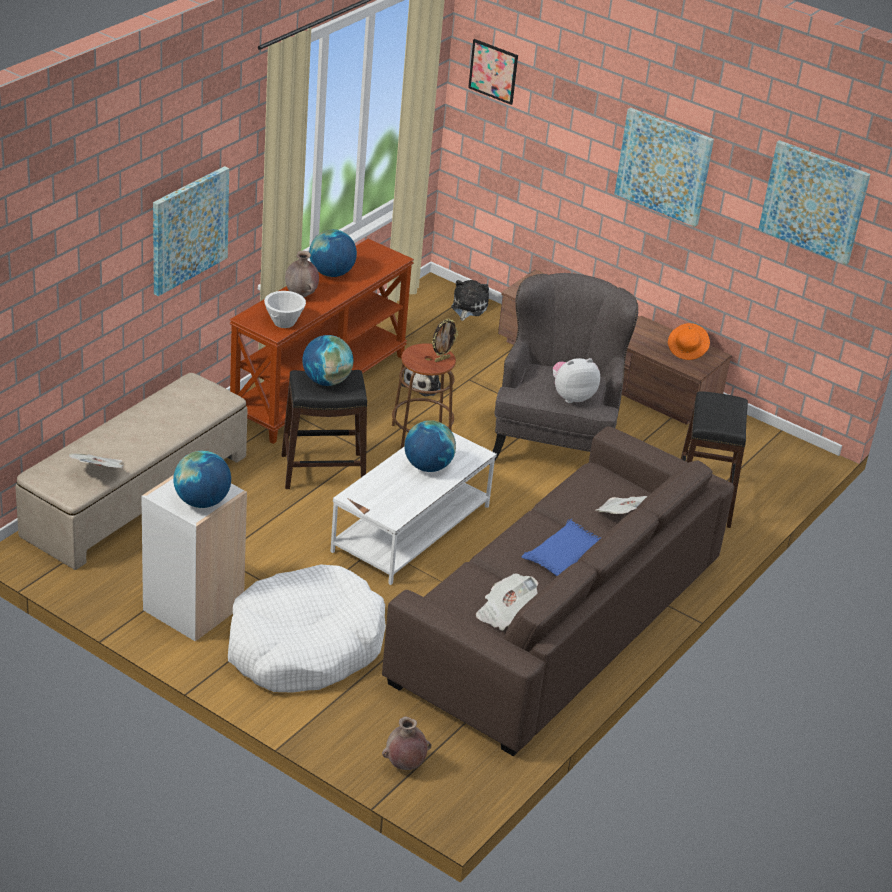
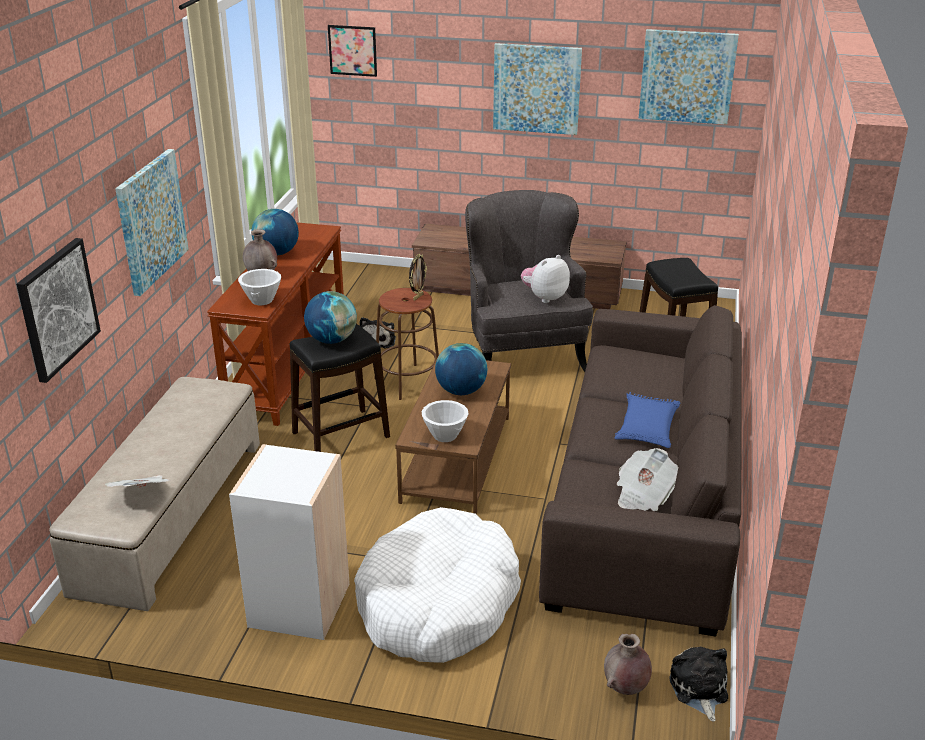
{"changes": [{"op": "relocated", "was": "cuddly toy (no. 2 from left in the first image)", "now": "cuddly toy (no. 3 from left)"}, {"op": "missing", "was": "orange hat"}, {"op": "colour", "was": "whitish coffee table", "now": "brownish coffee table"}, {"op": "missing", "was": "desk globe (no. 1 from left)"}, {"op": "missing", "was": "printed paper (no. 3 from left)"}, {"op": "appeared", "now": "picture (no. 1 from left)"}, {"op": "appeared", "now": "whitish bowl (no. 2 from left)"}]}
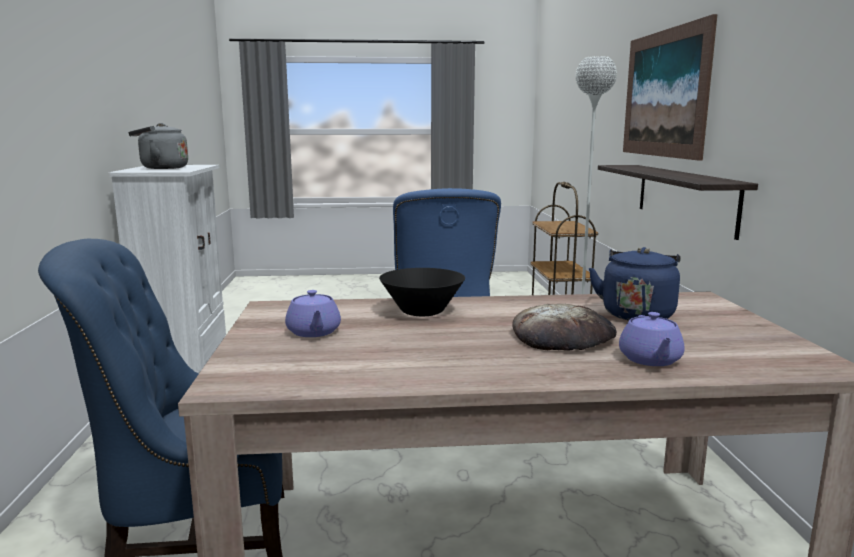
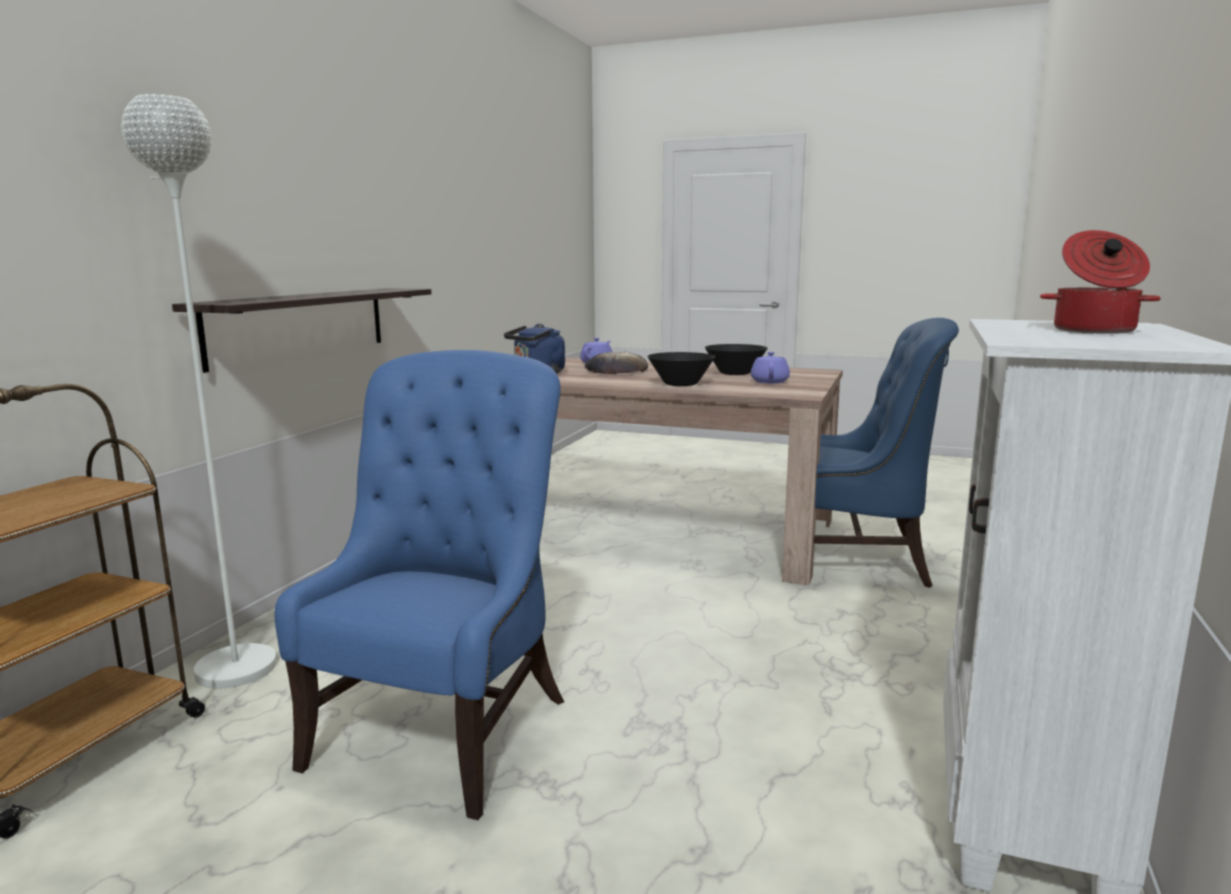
{"changes": [{"op": "missing", "was": "picture"}, {"op": "exchanged", "was": "gray kettle", "now": "cooking pot"}, {"op": "appeared", "now": "black bowl (no. 2 from left)"}]}
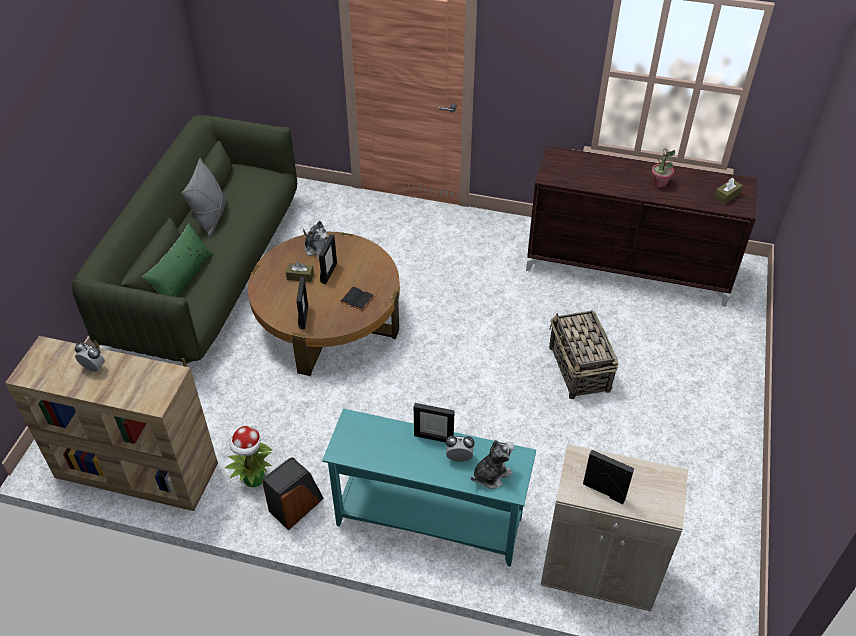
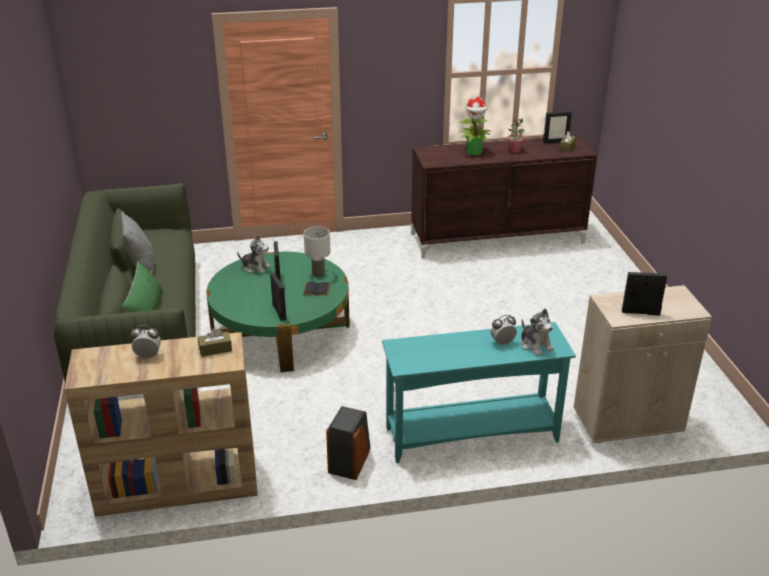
{"changes": [{"op": "colour", "was": "brownish coffee table", "now": "green coffee table"}, {"op": "relocated", "was": "brownish box of tissues (no. 1 from left)"}, {"op": "missing", "was": "storage basket"}, {"op": "relocated", "was": "photo frame (no. 3 from left)"}, {"op": "relocated", "was": "potted plant (no. 1 from left)"}, {"op": "spun", "was": "cuddly toy (no. 2 from left)", "clockwise": 120}, {"op": "appeared", "now": "whitish lamp for a table"}]}
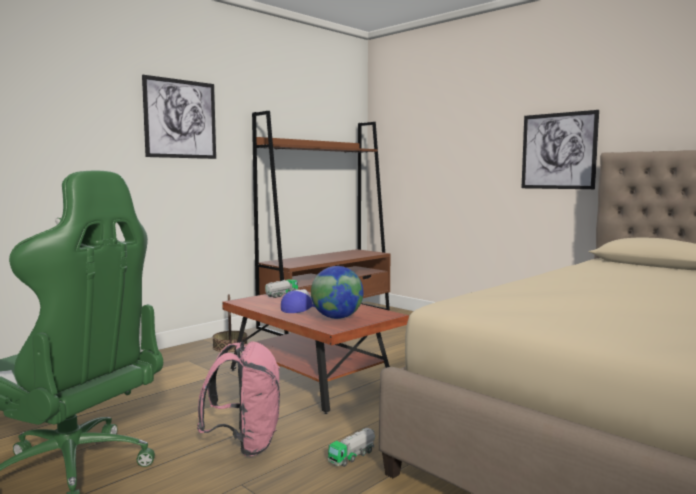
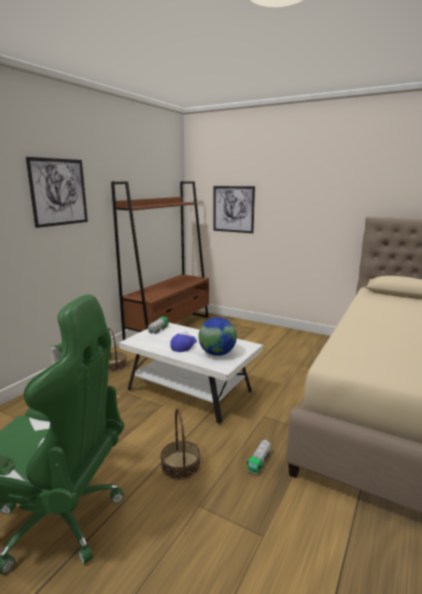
{"changes": [{"op": "relocated", "was": "picture (no. 2 from left)"}, {"op": "colour", "was": "brownish coffee table", "now": "whitish coffee table"}, {"op": "exchanged", "was": "pink-coloured backpack", "now": "storage basket (no. 2 from left)"}]}
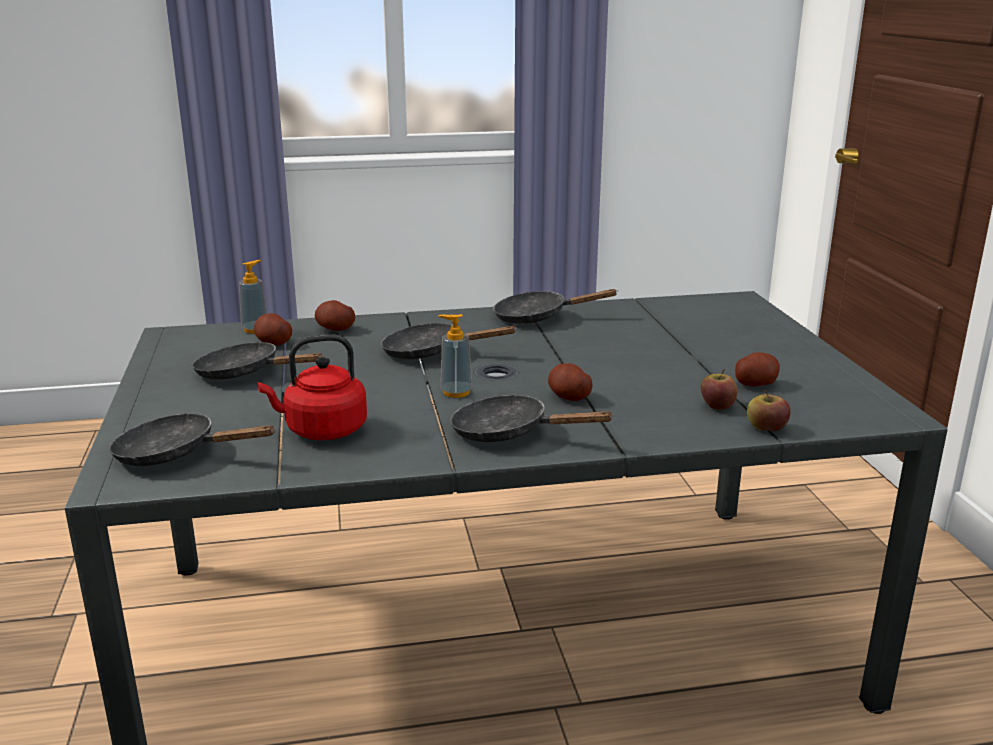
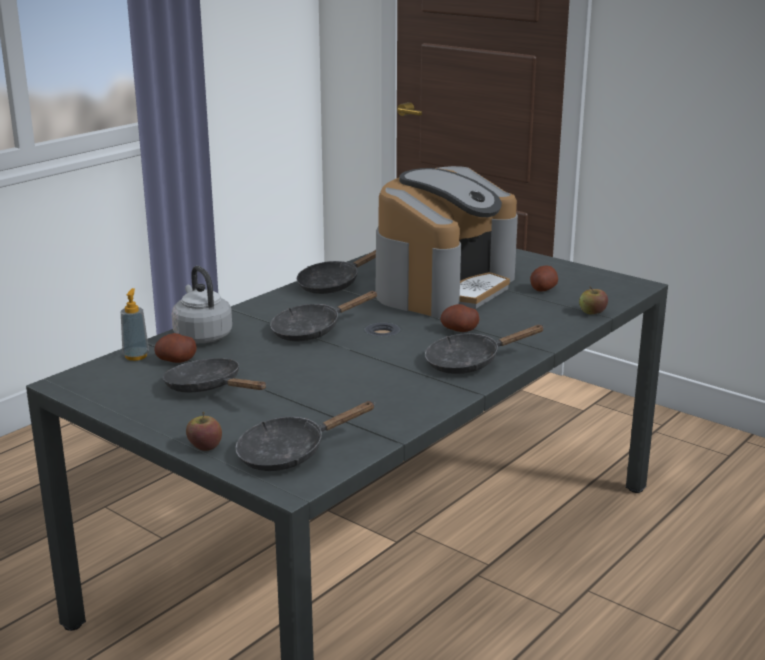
{"changes": [{"op": "exchanged", "was": "potato (no. 2 from left)", "now": "gray kettle"}, {"op": "missing", "was": "liquid soap bottle (no. 2 from left)"}, {"op": "missing", "was": "reddish kettle"}, {"op": "spun", "was": "black skillet (no. 2 from left in the first image)", "clockwise": 60}, {"op": "relocated", "was": "whole apple (no. 1 from left)"}, {"op": "appeared", "now": "coffee machine"}]}
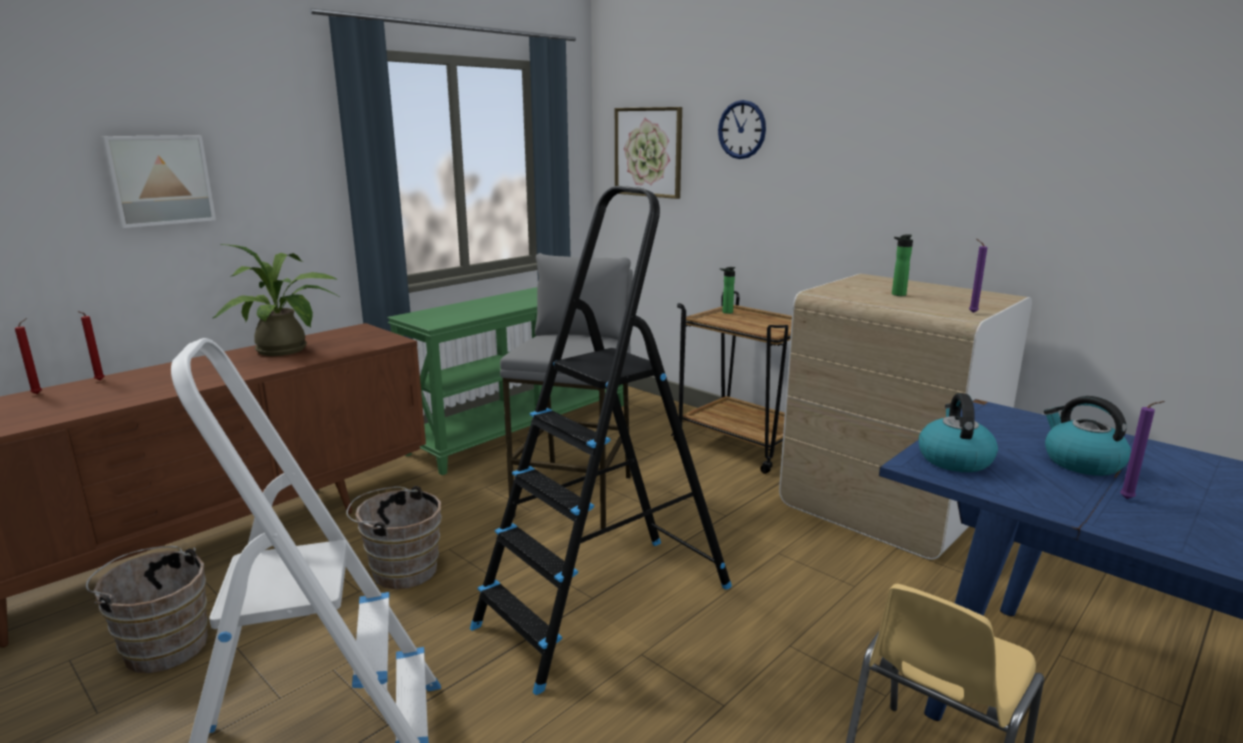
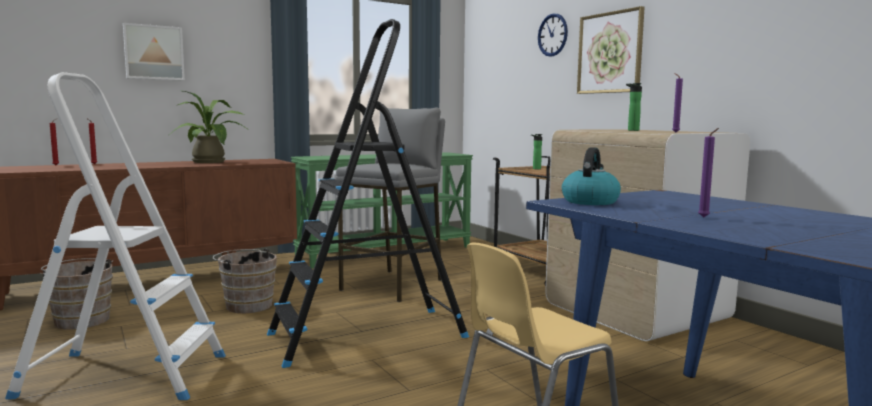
{"changes": [{"op": "relocated", "was": "picture (no. 2 from left)"}, {"op": "missing", "was": "kettle (no. 2 from left)"}]}
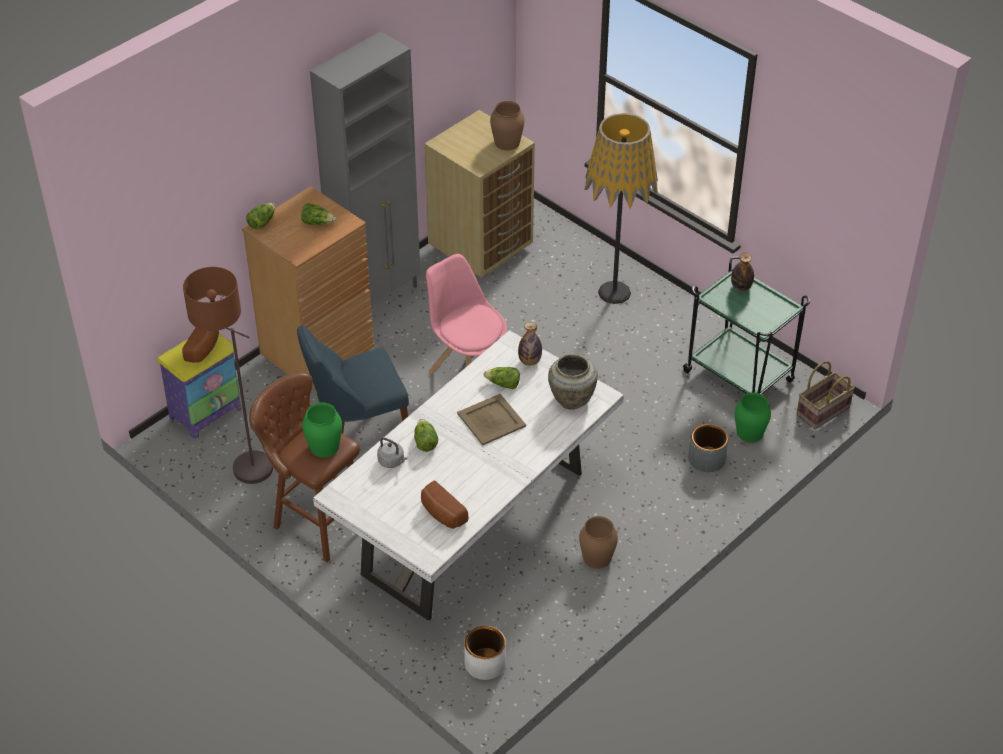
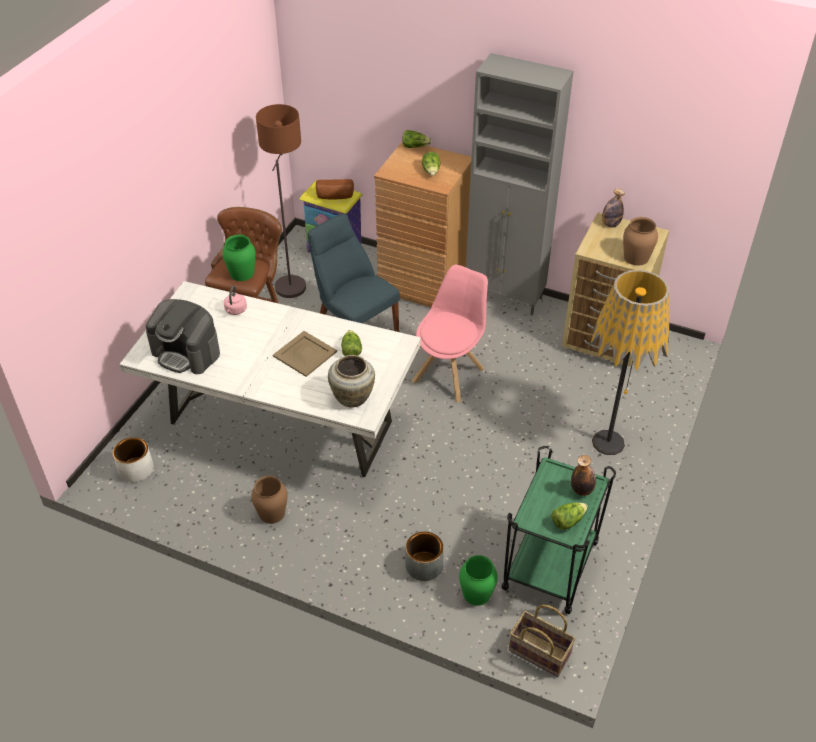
{"changes": [{"op": "relocated", "was": "beverage bottle (no. 1 from left in the first image)", "now": "beverage bottle (no. 2 from left)"}, {"op": "relocated", "was": "head of lettuce (no. 3 from left in the first image)", "now": "head of lettuce (no. 4 from left)"}, {"op": "colour", "was": "gray kettle", "now": "pink-coloured kettle"}, {"op": "exchanged", "was": "baked bread (no. 2 from left)", "now": "coffee machine"}]}
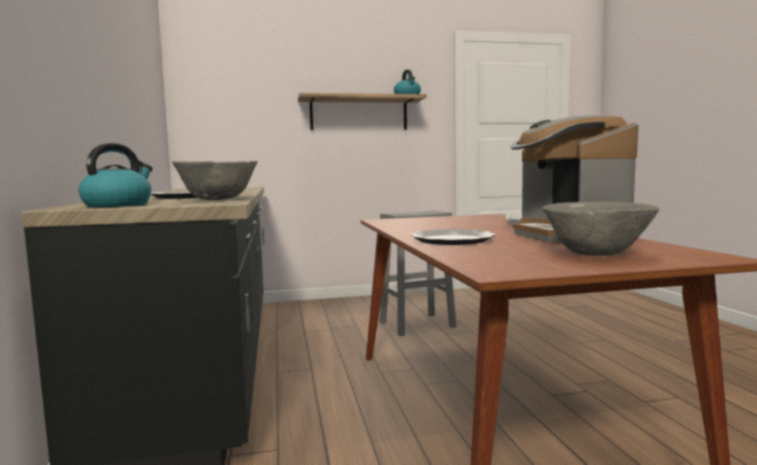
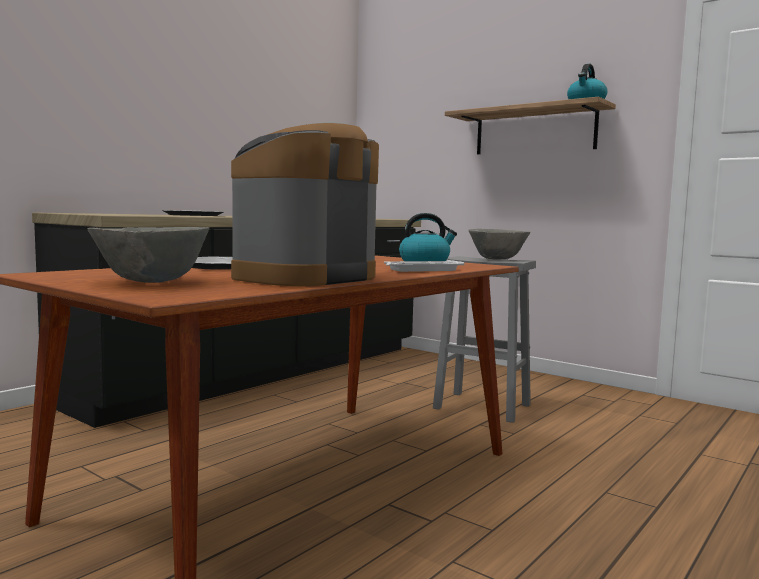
{"changes": [{"op": "relocated", "was": "kettle (no. 1 from left)"}, {"op": "relocated", "was": "gray bowl (no. 1 from left in the first image)", "now": "gray bowl (no. 2 from left)"}]}
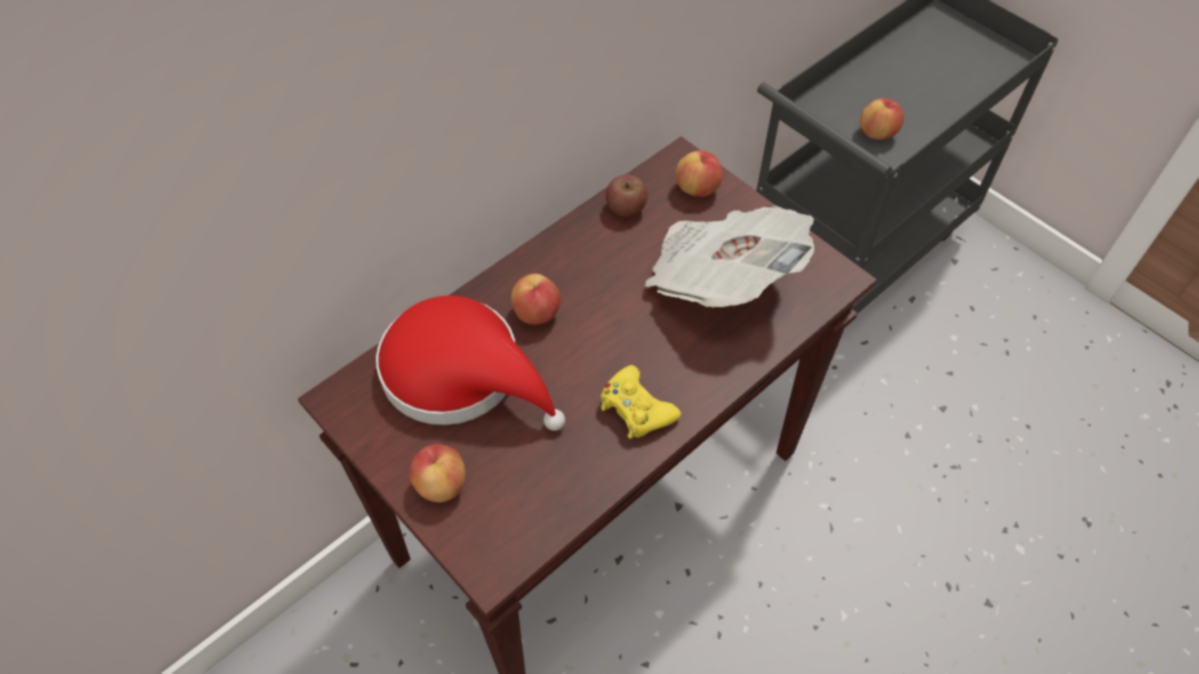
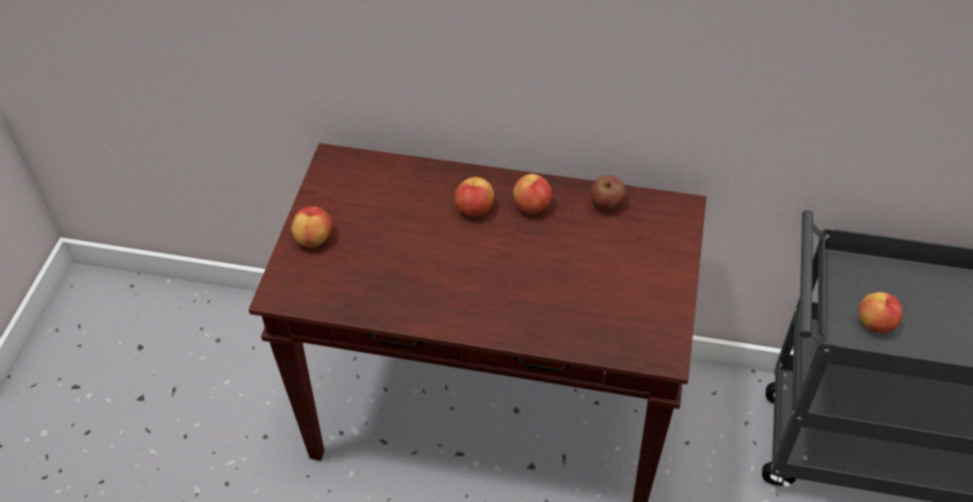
{"changes": [{"op": "relocated", "was": "whole apple (no. 4 from left in the first image)", "now": "whole apple (no. 3 from left)"}, {"op": "missing", "was": "printed paper"}, {"op": "missing", "was": "reddish hat"}, {"op": "missing", "was": "yellow joypad"}]}
